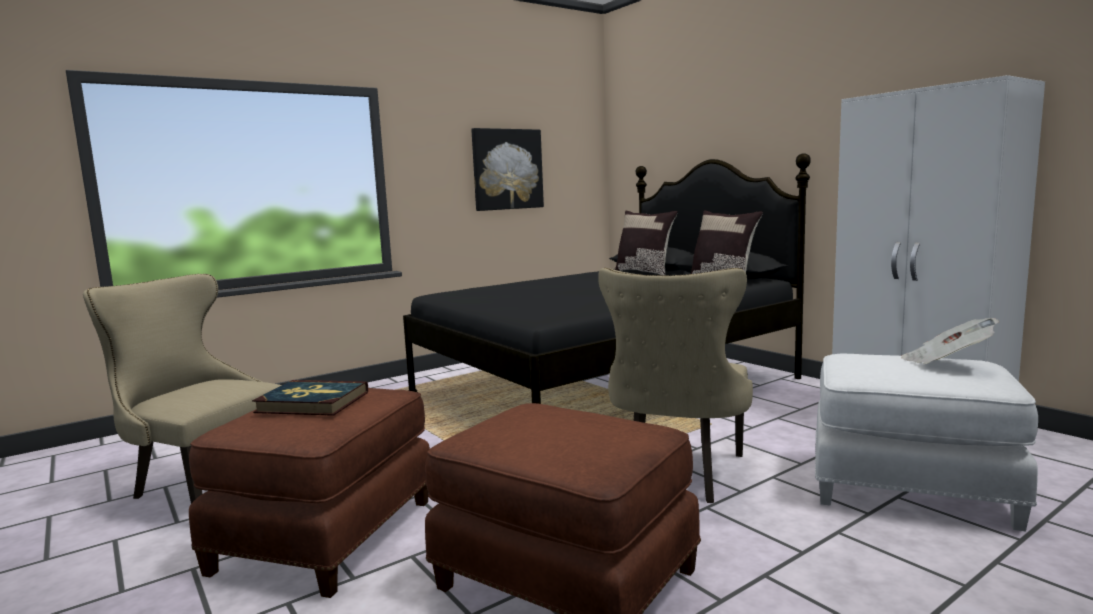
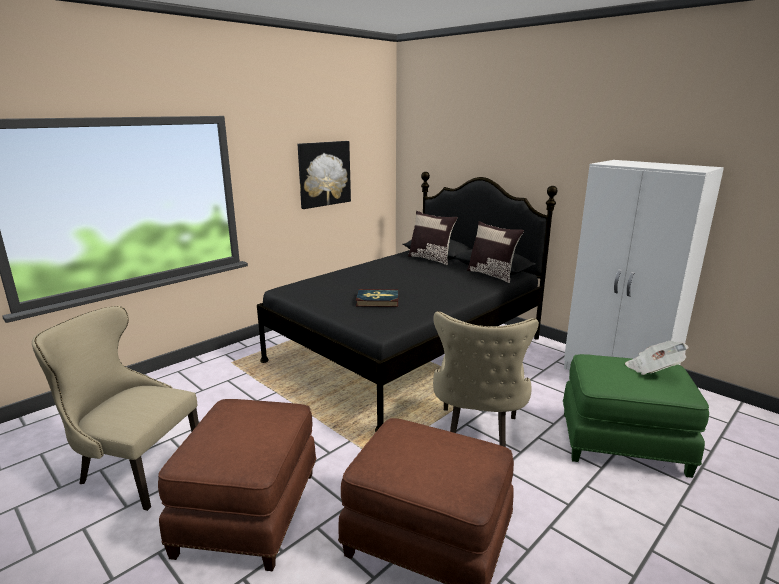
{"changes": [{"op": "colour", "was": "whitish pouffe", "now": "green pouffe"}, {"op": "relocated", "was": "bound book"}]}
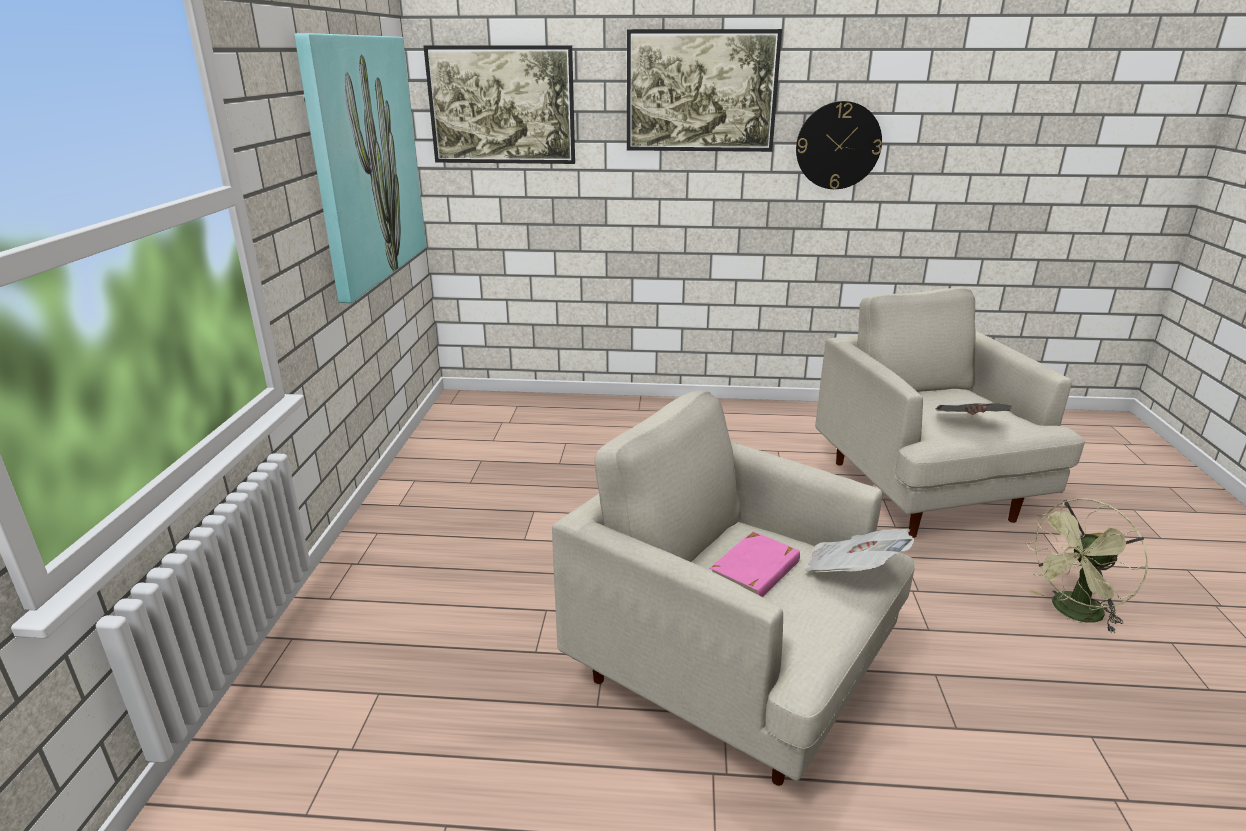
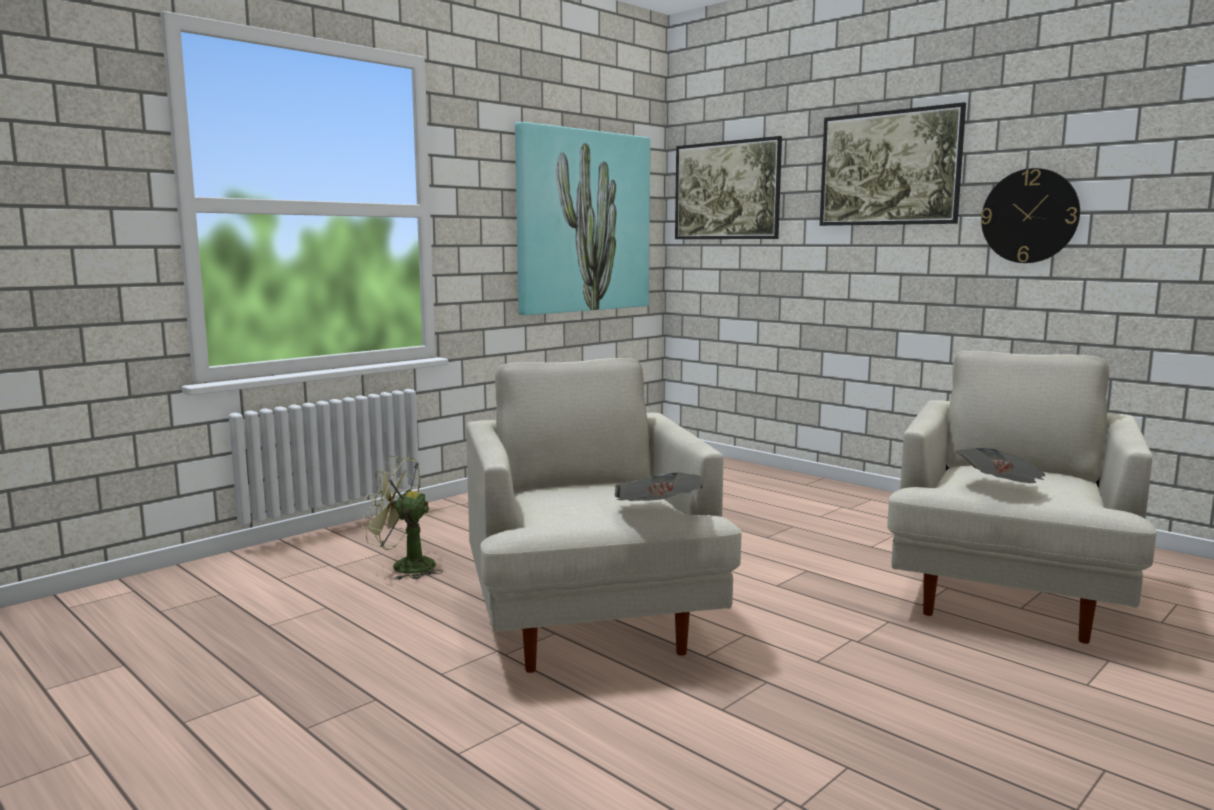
{"changes": [{"op": "relocated", "was": "green cooling fan"}, {"op": "missing", "was": "pink-coloured bound book"}]}
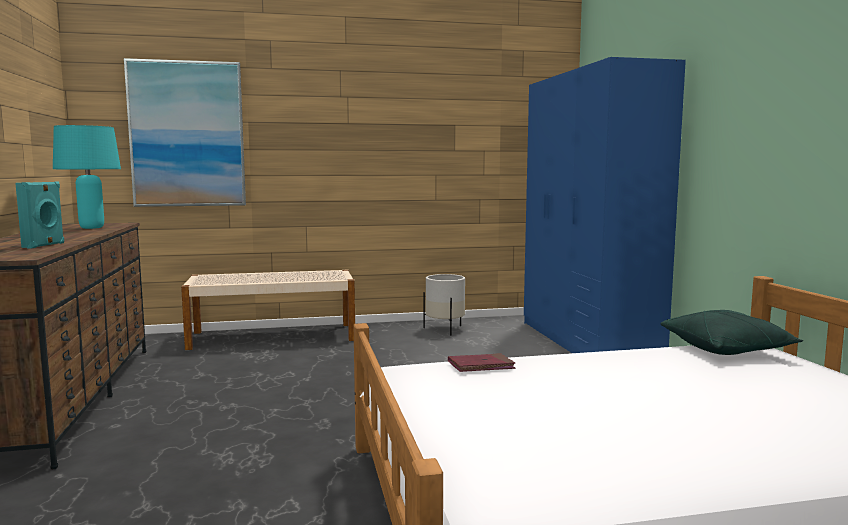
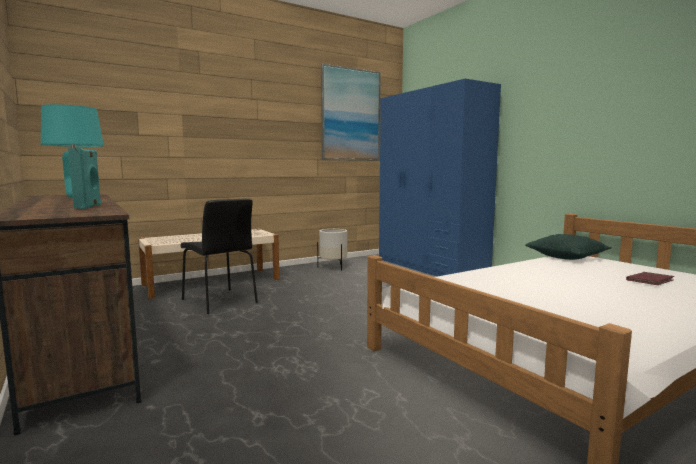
{"changes": [{"op": "relocated", "was": "picture"}, {"op": "relocated", "was": "reddish bound book"}, {"op": "appeared", "now": "black upright chair"}]}
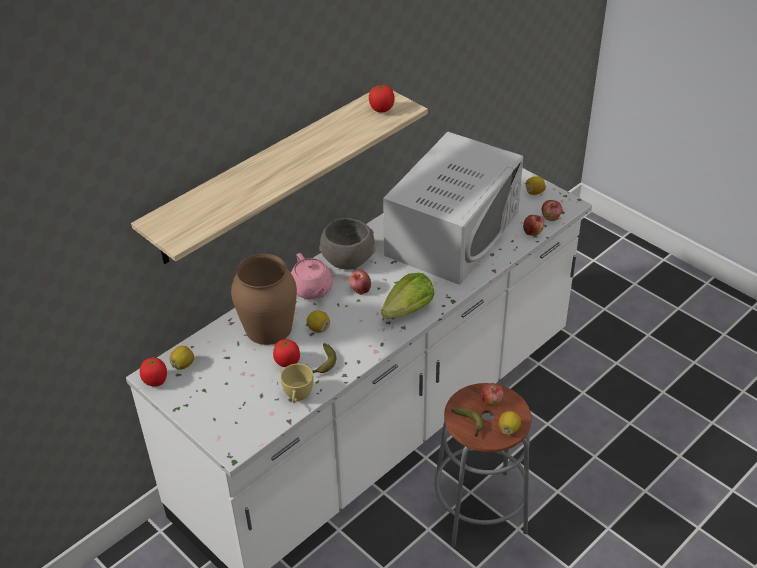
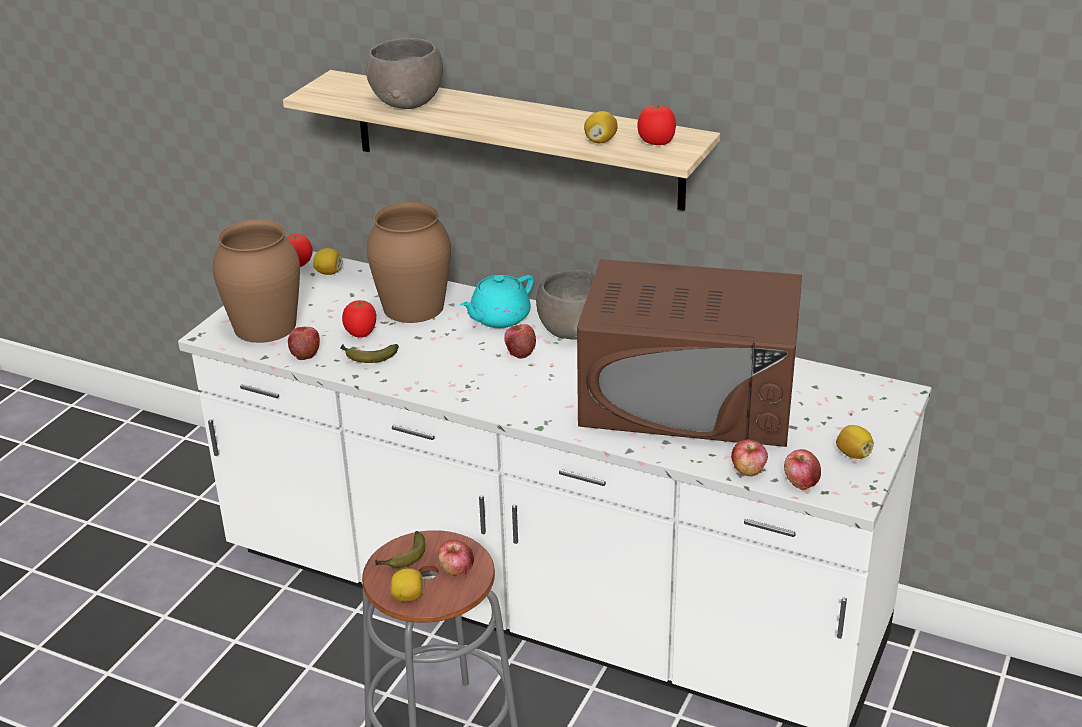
{"changes": [{"op": "colour", "was": "whitish microwave oven", "now": "brownish microwave oven"}, {"op": "colour", "was": "pink-coloured teapot", "now": "turquoise-coloured teapot"}, {"op": "missing", "was": "head of lettuce"}, {"op": "relocated", "was": "citrus fruit (no. 2 from left in the first image)", "now": "citrus fruit (no. 3 from left)"}, {"op": "exchanged", "was": "yellow cup", "now": "whole apple (no. 1 from left)"}, {"op": "appeared", "now": "gray bowl (no. 1 from left)"}, {"op": "appeared", "now": "brownish vase (no. 1 from left)"}]}
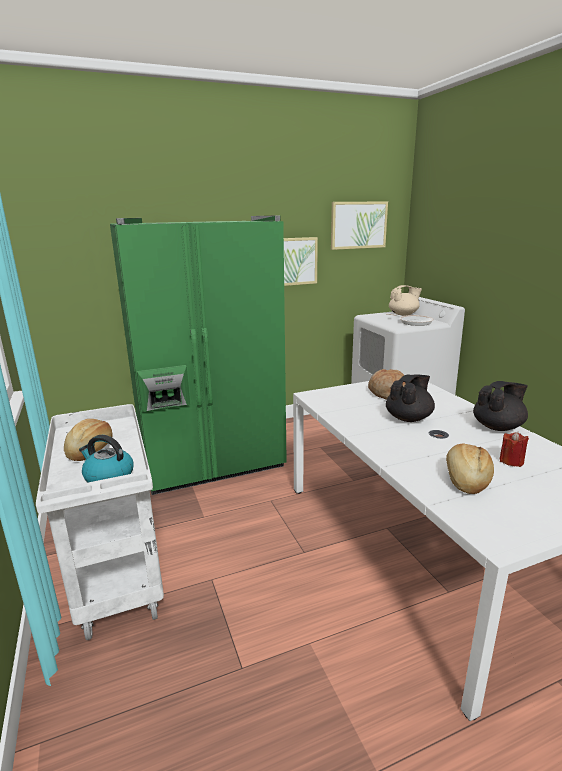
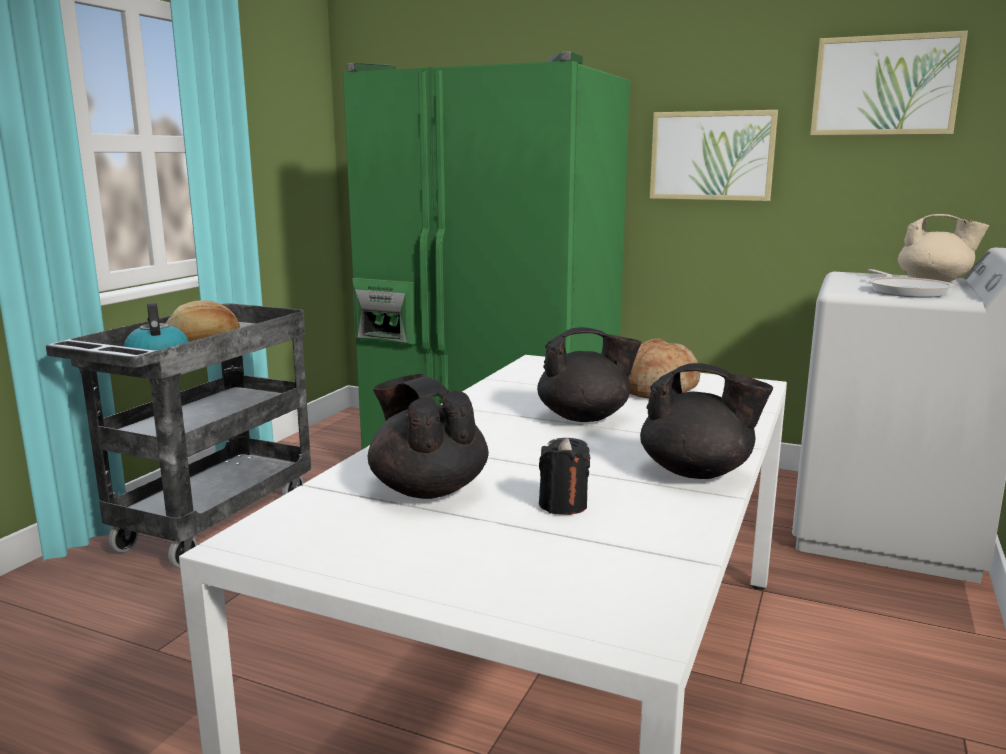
{"changes": [{"op": "colour", "was": "whitish wheeled cart", "now": "black wheeled cart"}, {"op": "colour", "was": "reddish wax light", "now": "black wax light"}, {"op": "exchanged", "was": "baked bread (no. 3 from left)", "now": "black teapot (no. 1 from left)"}]}
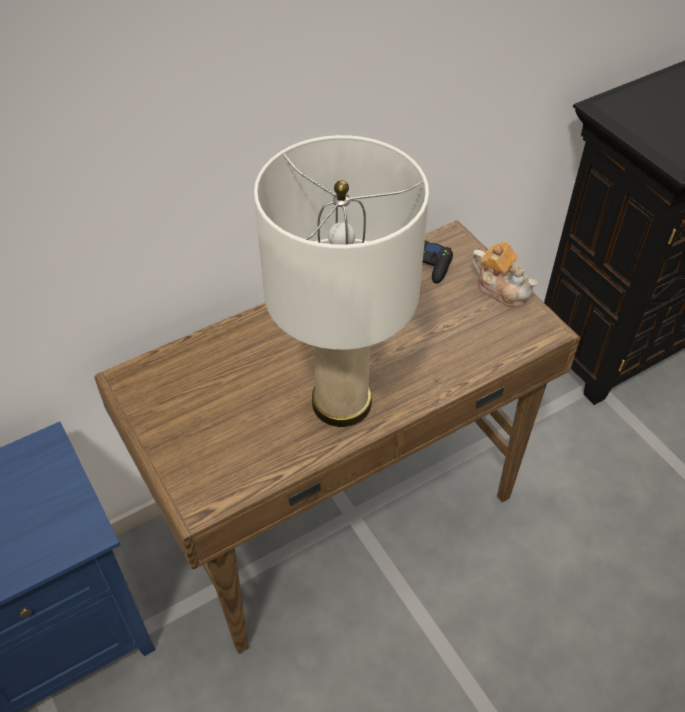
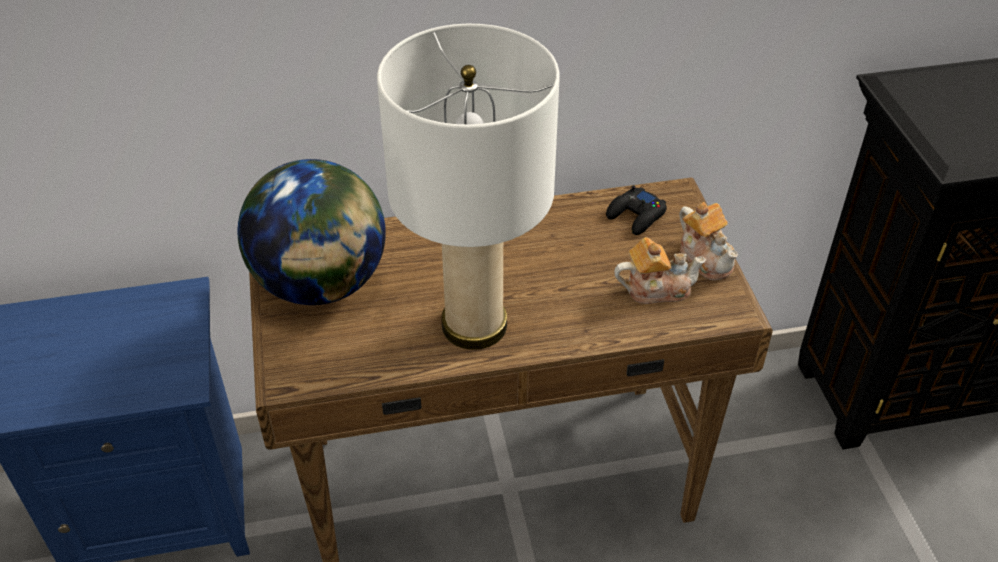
{"changes": [{"op": "appeared", "now": "desk globe"}, {"op": "appeared", "now": "teapot (no. 1 from left)"}]}
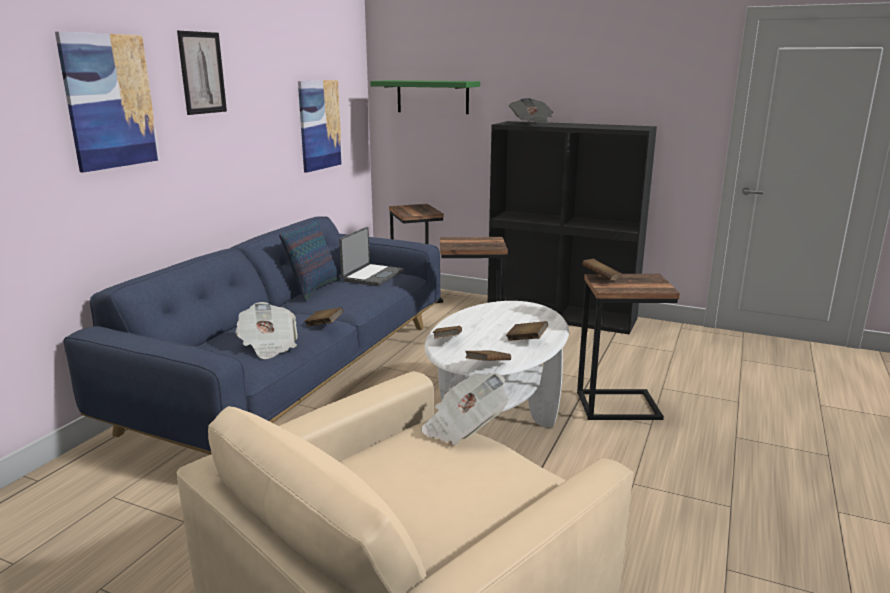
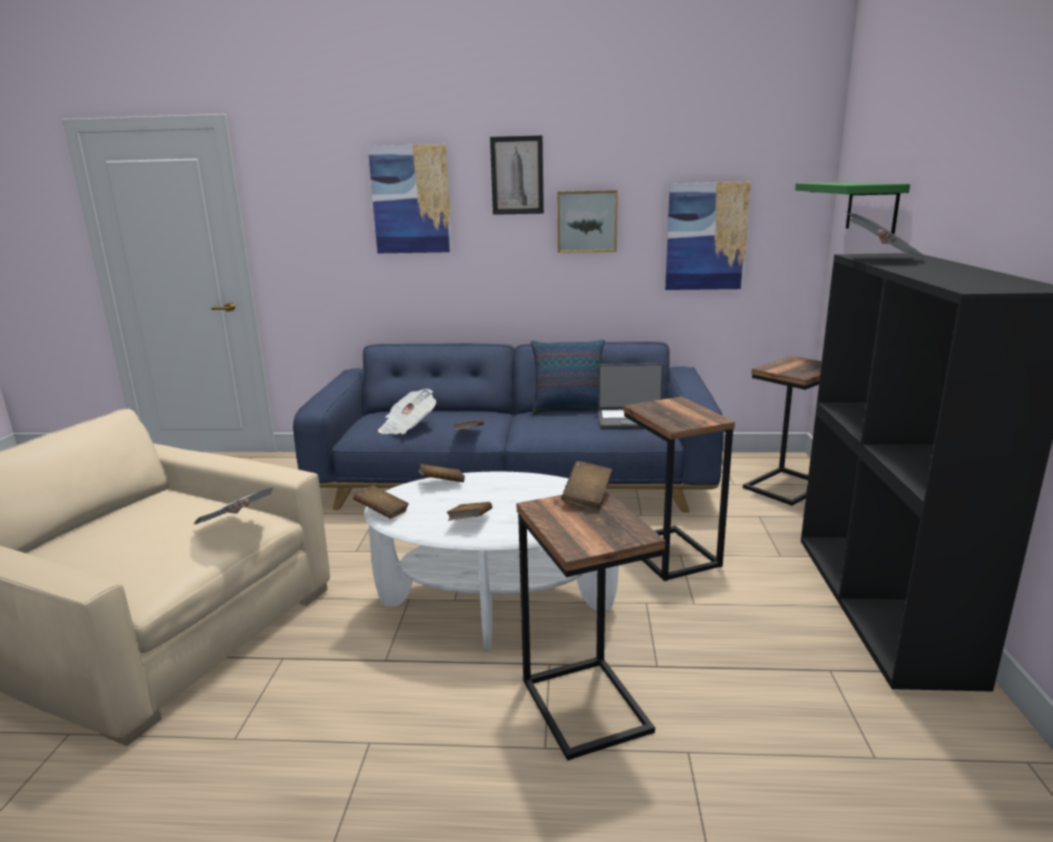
{"changes": [{"op": "appeared", "now": "picture (no. 3 from left)"}]}
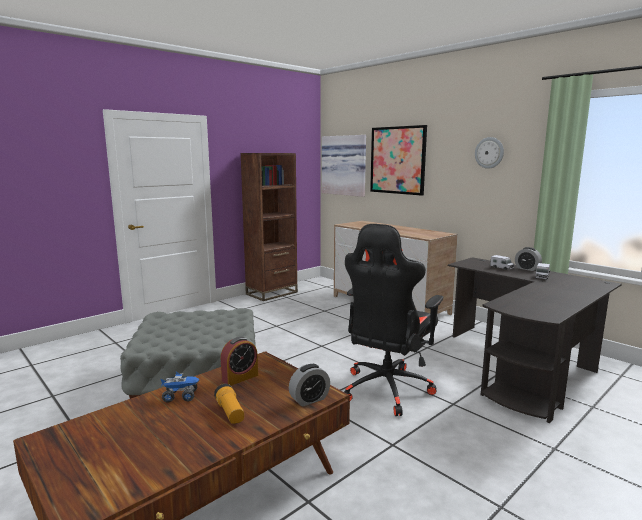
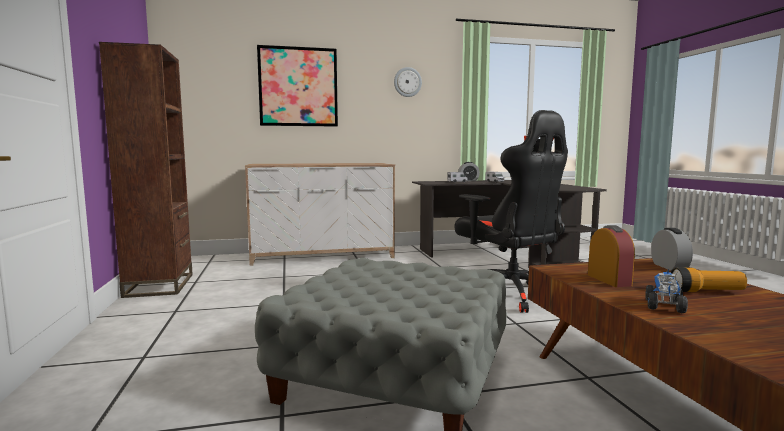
{"changes": [{"op": "missing", "was": "picture (no. 1 from left)"}]}
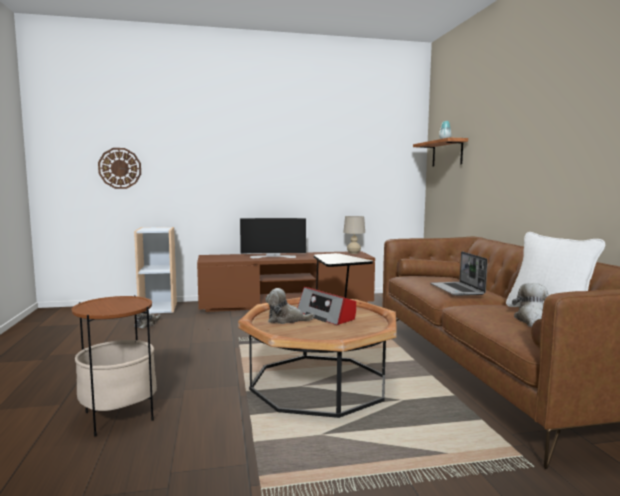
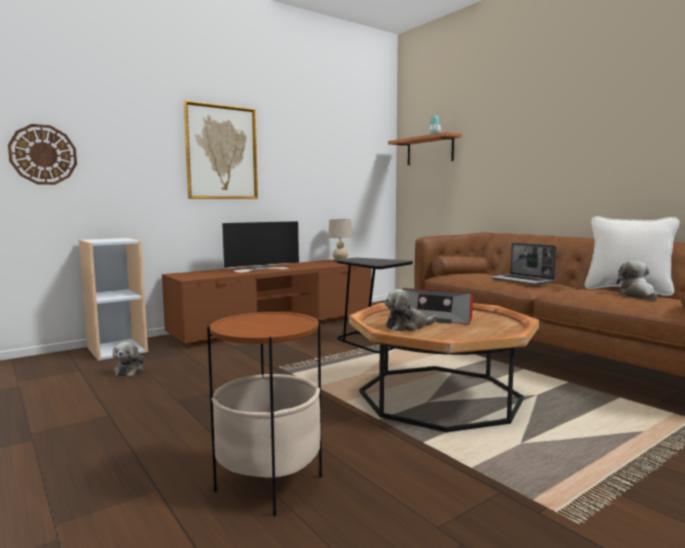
{"changes": [{"op": "appeared", "now": "picture"}]}
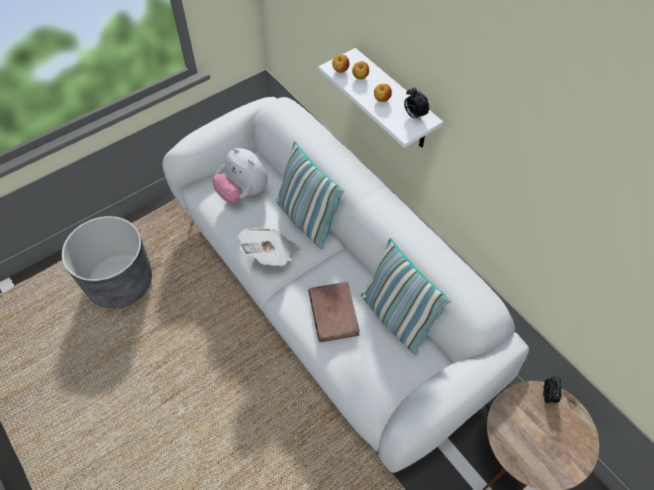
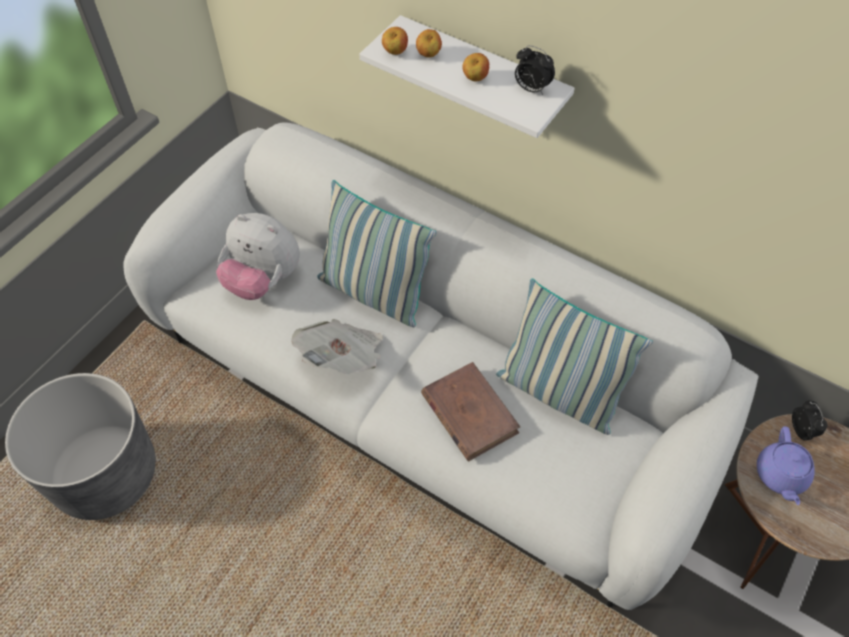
{"changes": [{"op": "appeared", "now": "purple teapot"}]}
